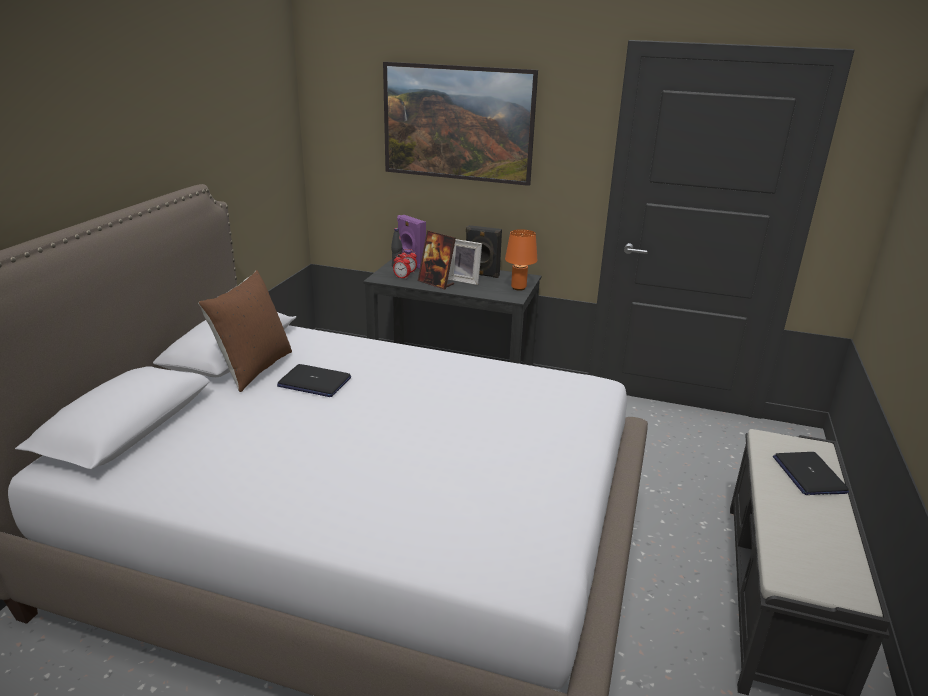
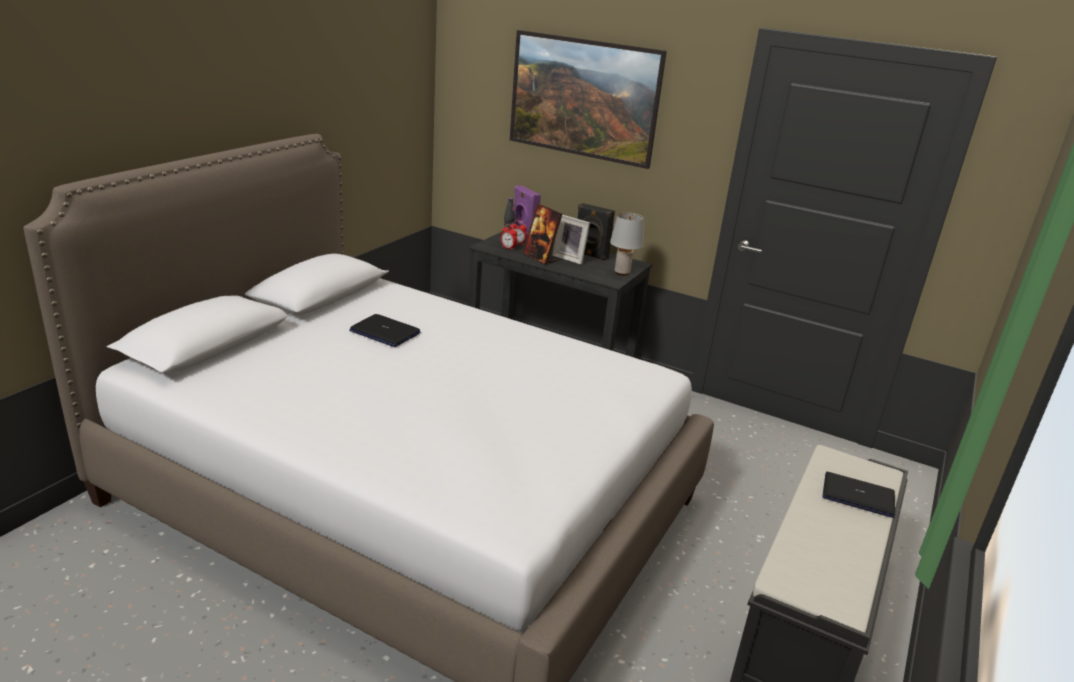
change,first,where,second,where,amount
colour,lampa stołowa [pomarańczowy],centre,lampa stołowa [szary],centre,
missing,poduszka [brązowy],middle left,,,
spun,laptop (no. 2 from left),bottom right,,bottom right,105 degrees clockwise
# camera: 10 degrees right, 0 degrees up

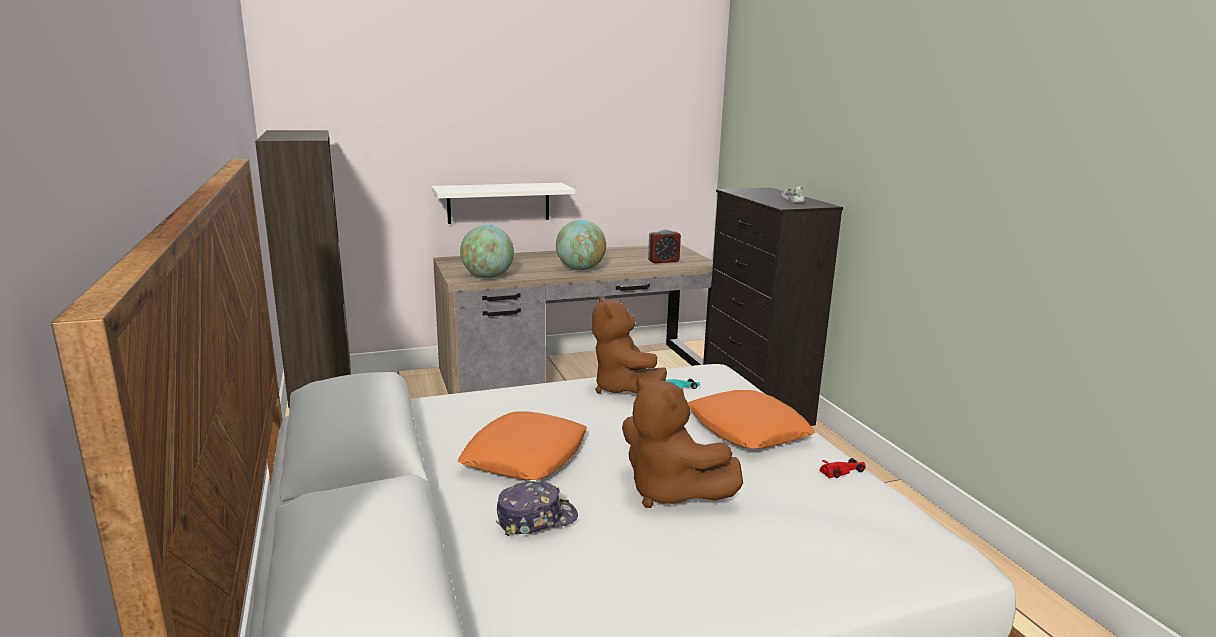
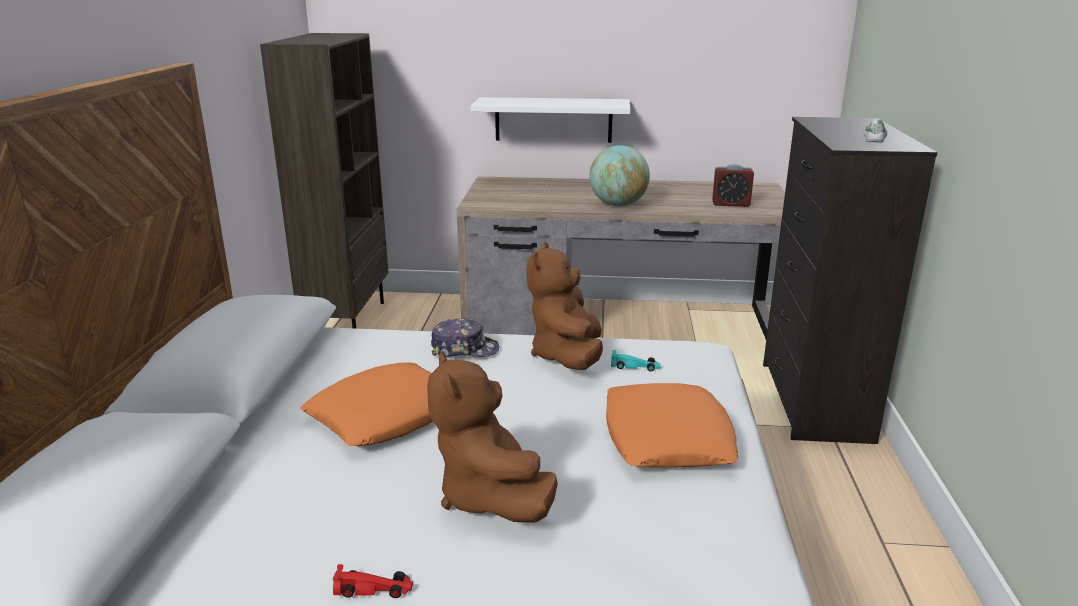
change,first,where,second,where,amount
missing,globus (no. 1 from left),centre,,,
relocated,samochodzik [czerwony],bottom right,,bottom centre,
relocated,czapka z daszkiem,bottom centre,,centre,
# camera: 25 degrees right, 5 degrees up

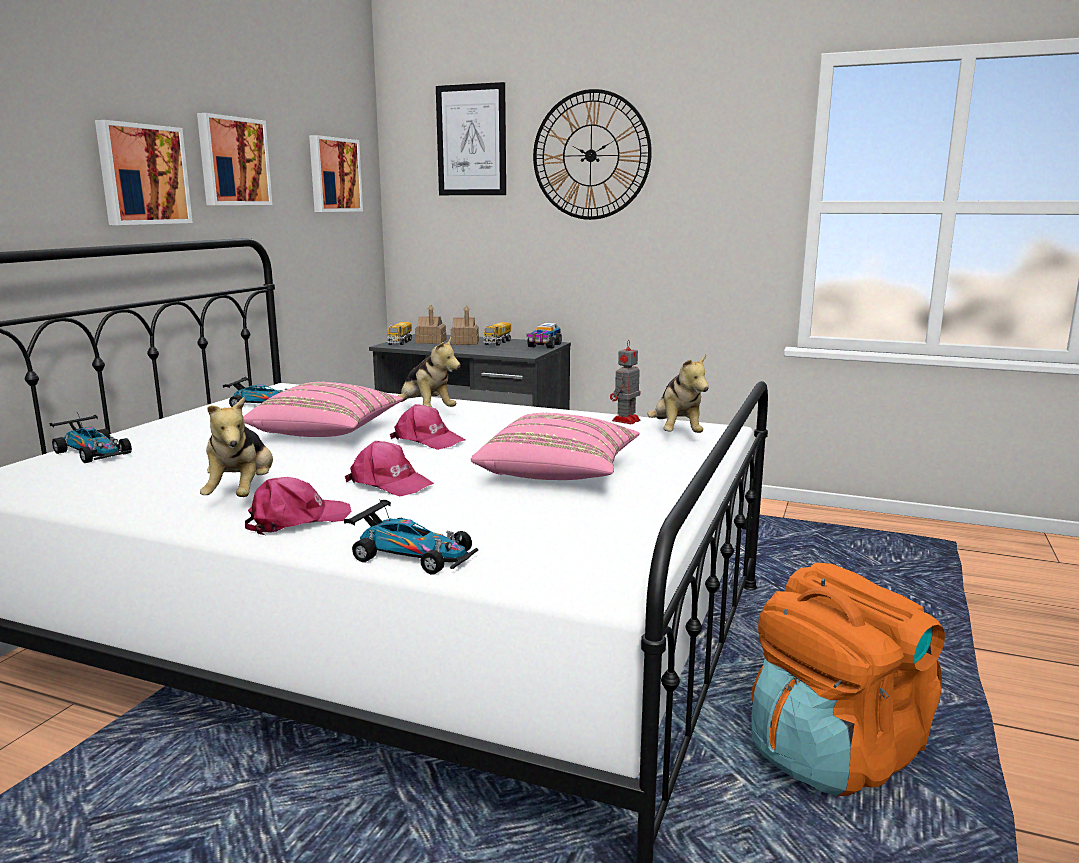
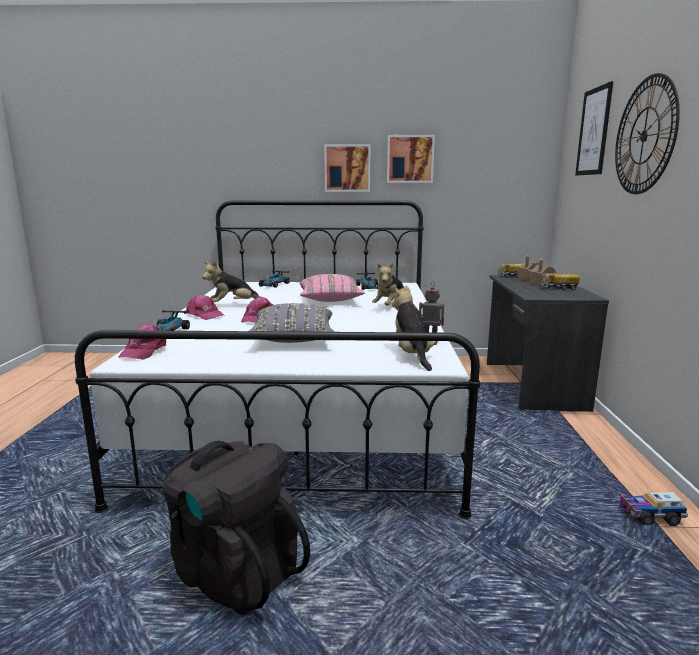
change,first,where,second,where,amount
missing,obraz (no. 3 from left),top left,,,
relocated,ciężarówka zabawkowa (no. 3 from left),centre,,bottom right,
spun,pluszak (no. 3 from left),centre,,centre,105 degrees clockwise
relocated,czapka z daszkiem [różowy] (no. 3 from left in the first image),centre,czapka z daszkiem [różowy] (no. 1 from left),middle left,
colour,poduszka [różowy] (no. 2 from left),centre,poduszka [szary],centre,
colour,plecak [pomarańczowy],bottom right,plecak [czarny],bottom centre,
# camera: 70 degrees right, 0 degrees up

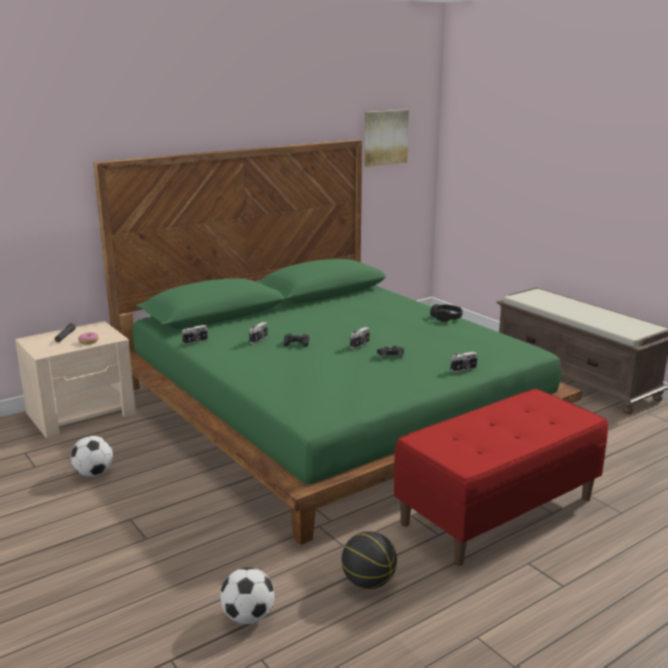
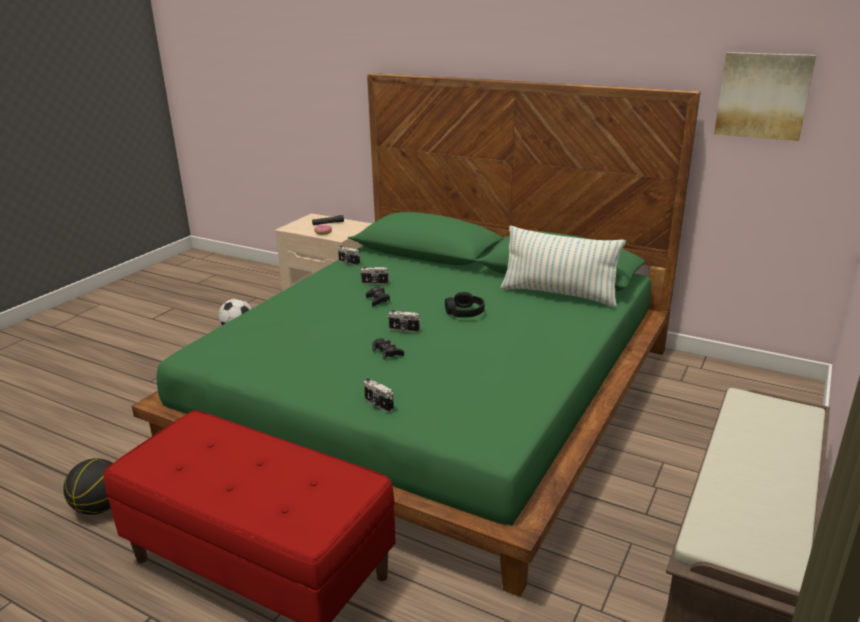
change,first,where,second,where,amount
relocated,słuchawki [czarny],middle right,,centre,
missing,piłka futbolowa (no. 2 from left),bottom centre,,,
appeared,,,poduszka,centre,
# camera: 65 degrees right, 5 degrees up

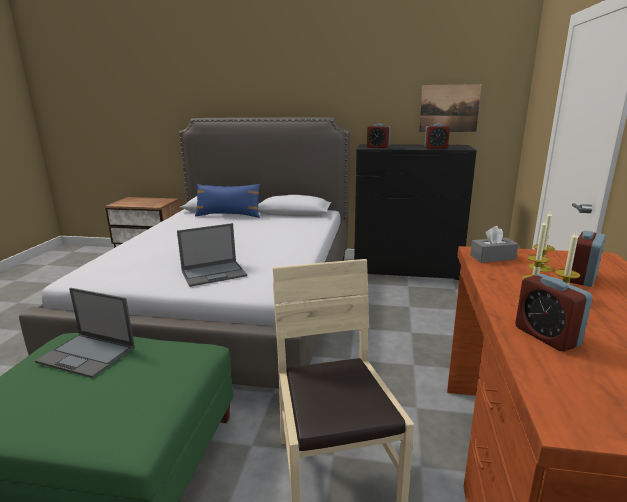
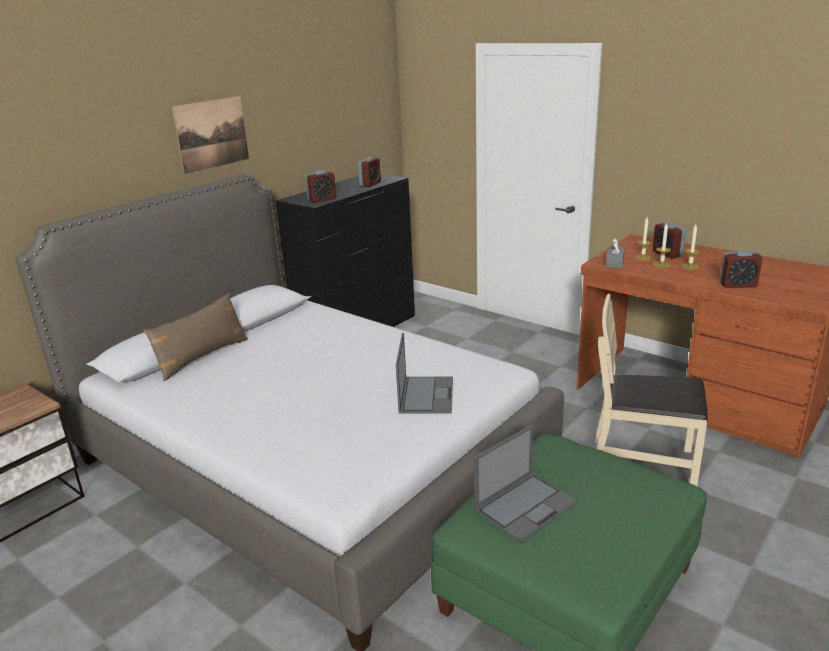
change,first,where,second,where,amount
relocated,obraz,top right,,top left,
colour,poduszka [niebieski],centre,poduszka [brązowy],middle left,
# camera: 60 degrees left, 5 degrees up

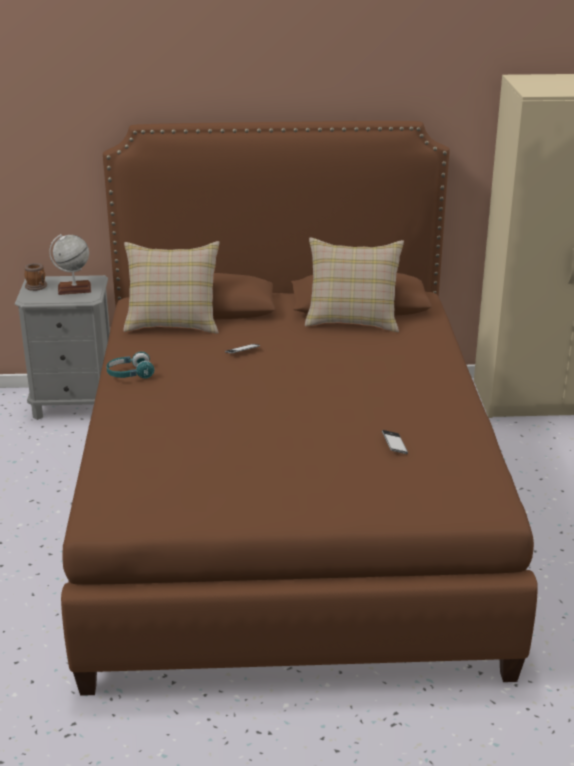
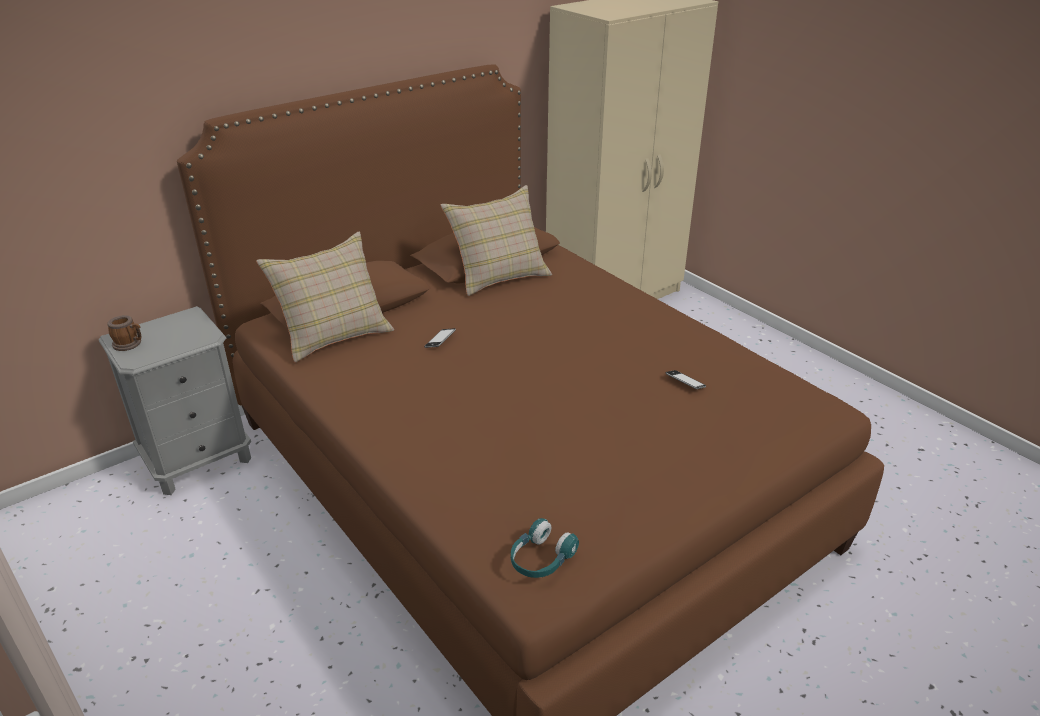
change,first,where,second,where,amount
missing,globus,middle left,,,
relocated,słuchawki [turkusowy],middle left,,bottom centre,
# camera: 35 degrees left, 5 degrees up

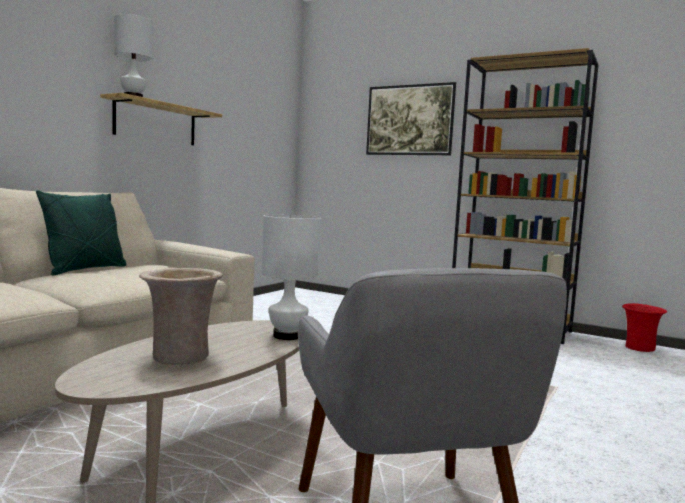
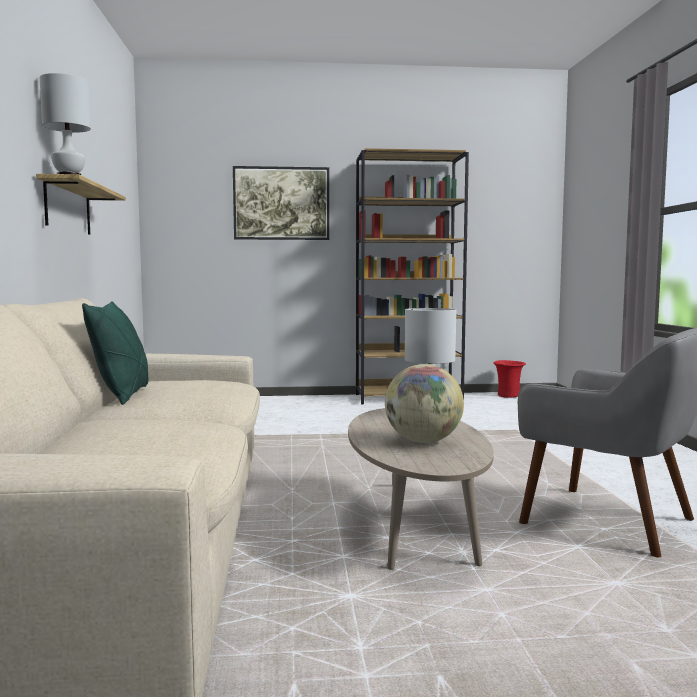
change,first,where,second,where,amount
exchanged,wazon [beżowy],middle left,globus,centre,
# camera: 35 degrees left, 0 degrees up

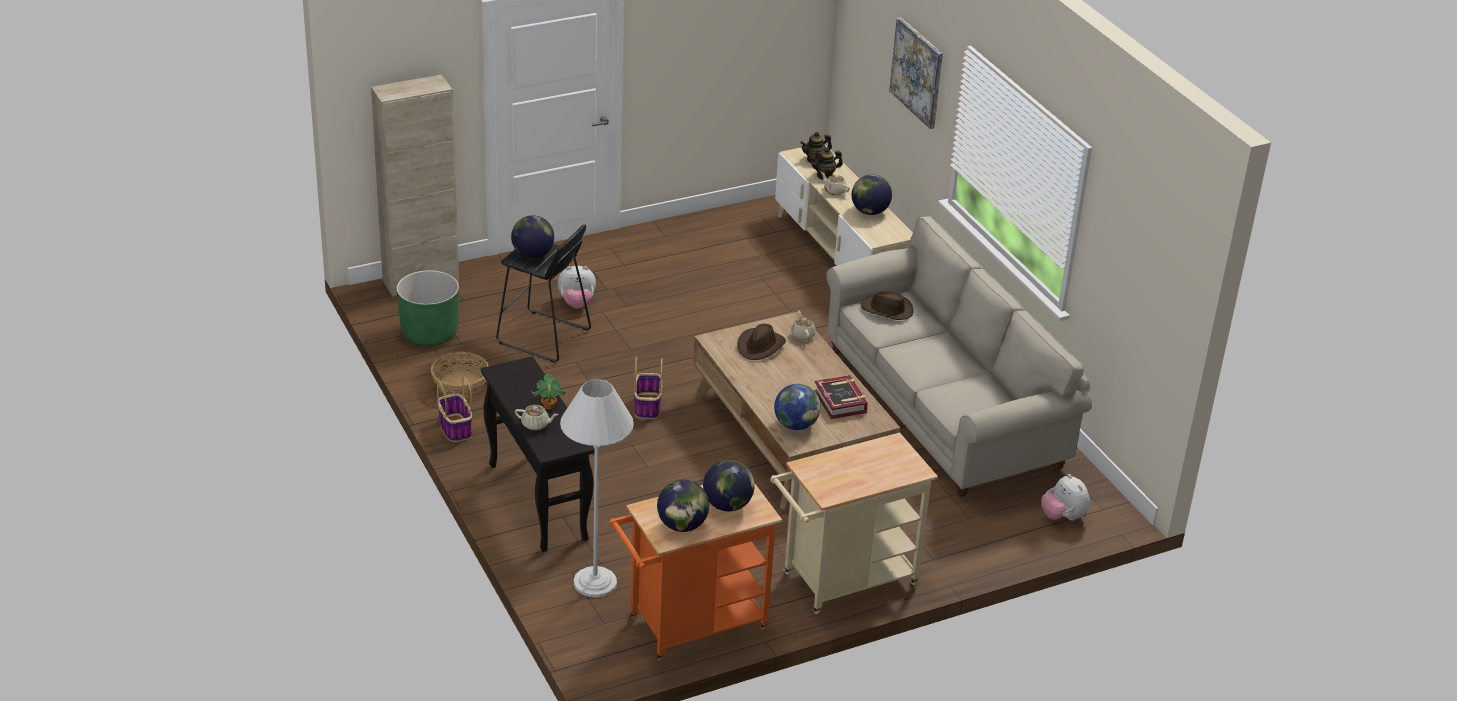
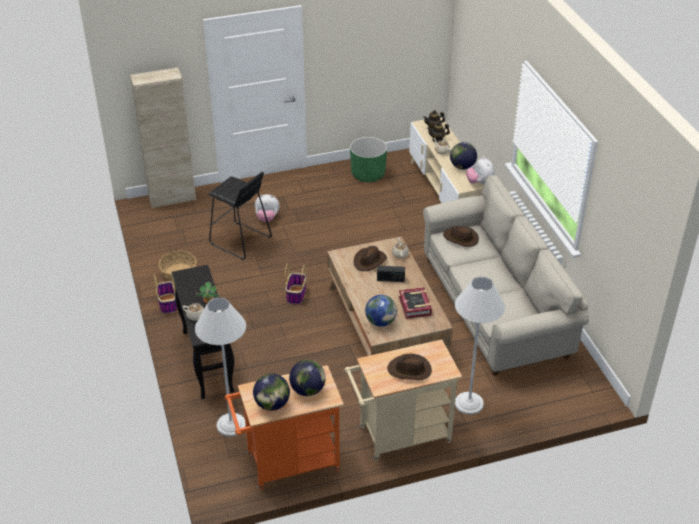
change,first,where,second,where,amount
missing,obraz,top centre,,,
missing,globus (no. 1 from left),centre,,,
relocated,donica [zielony],middle left,,top centre,
relocated,pluszak (no. 2 from left),bottom right,,top right,
appeared,,,radio,centre,
appeared,,,lampa stojąca [biały] (no. 2 from left),middle right,
appeared,,,kapelusz [brązowy] (no. 2 from left),bottom centre,
# camera: 10 degrees right, 5 degrees up

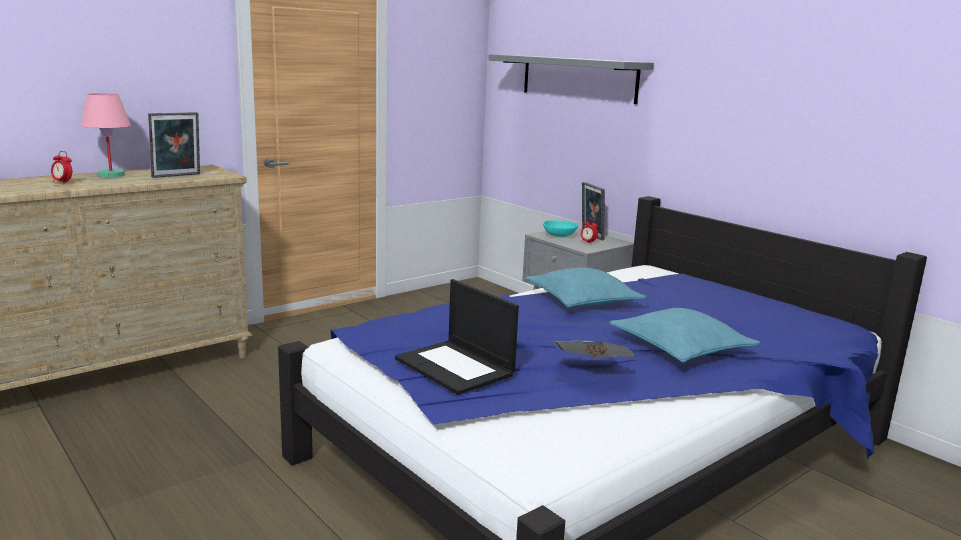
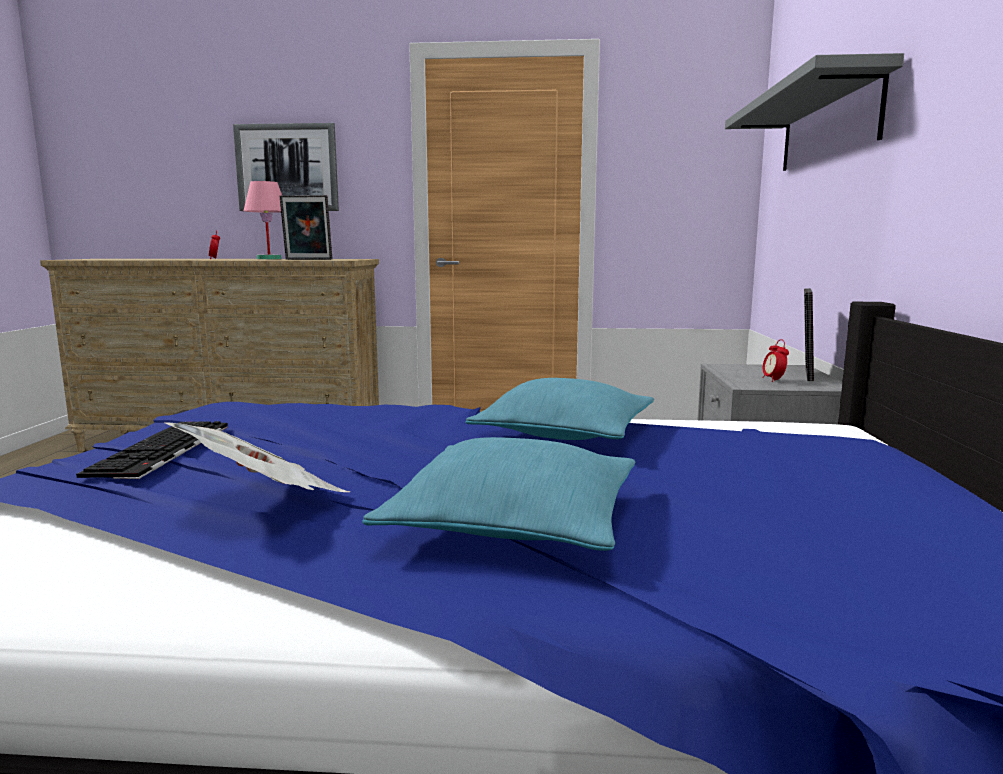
change,first,where,second,where,amount
missing,miska [turkusowy],centre,,,
exchanged,laptop,centre,klawiatura,middle left,
appeared,,,obraz,top left,
# camera: 45 degrees right, 5 degrees down

